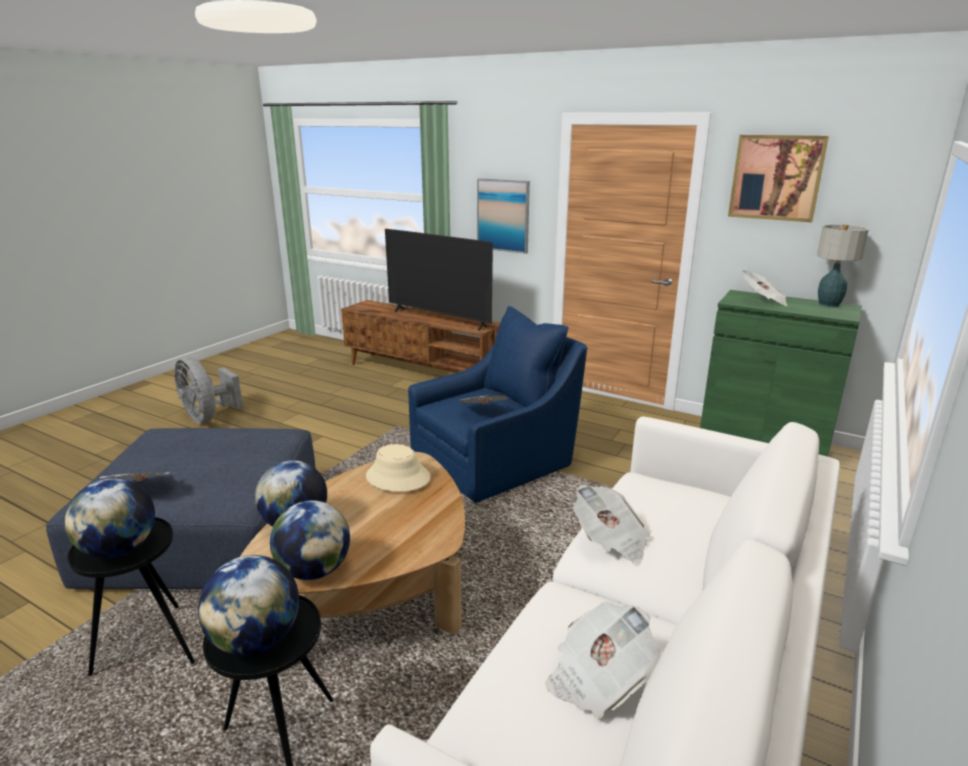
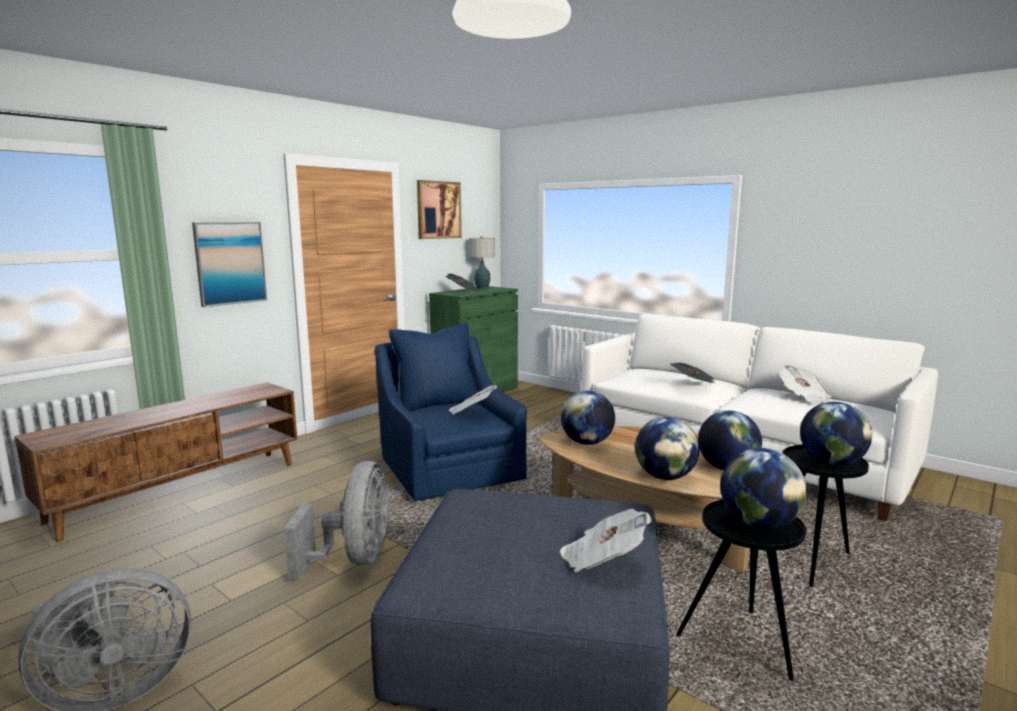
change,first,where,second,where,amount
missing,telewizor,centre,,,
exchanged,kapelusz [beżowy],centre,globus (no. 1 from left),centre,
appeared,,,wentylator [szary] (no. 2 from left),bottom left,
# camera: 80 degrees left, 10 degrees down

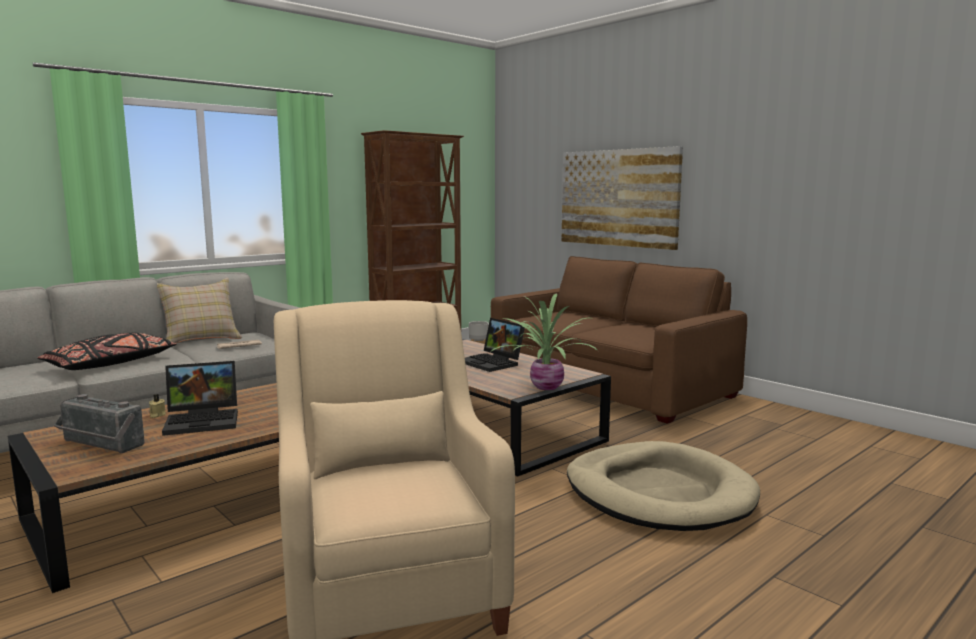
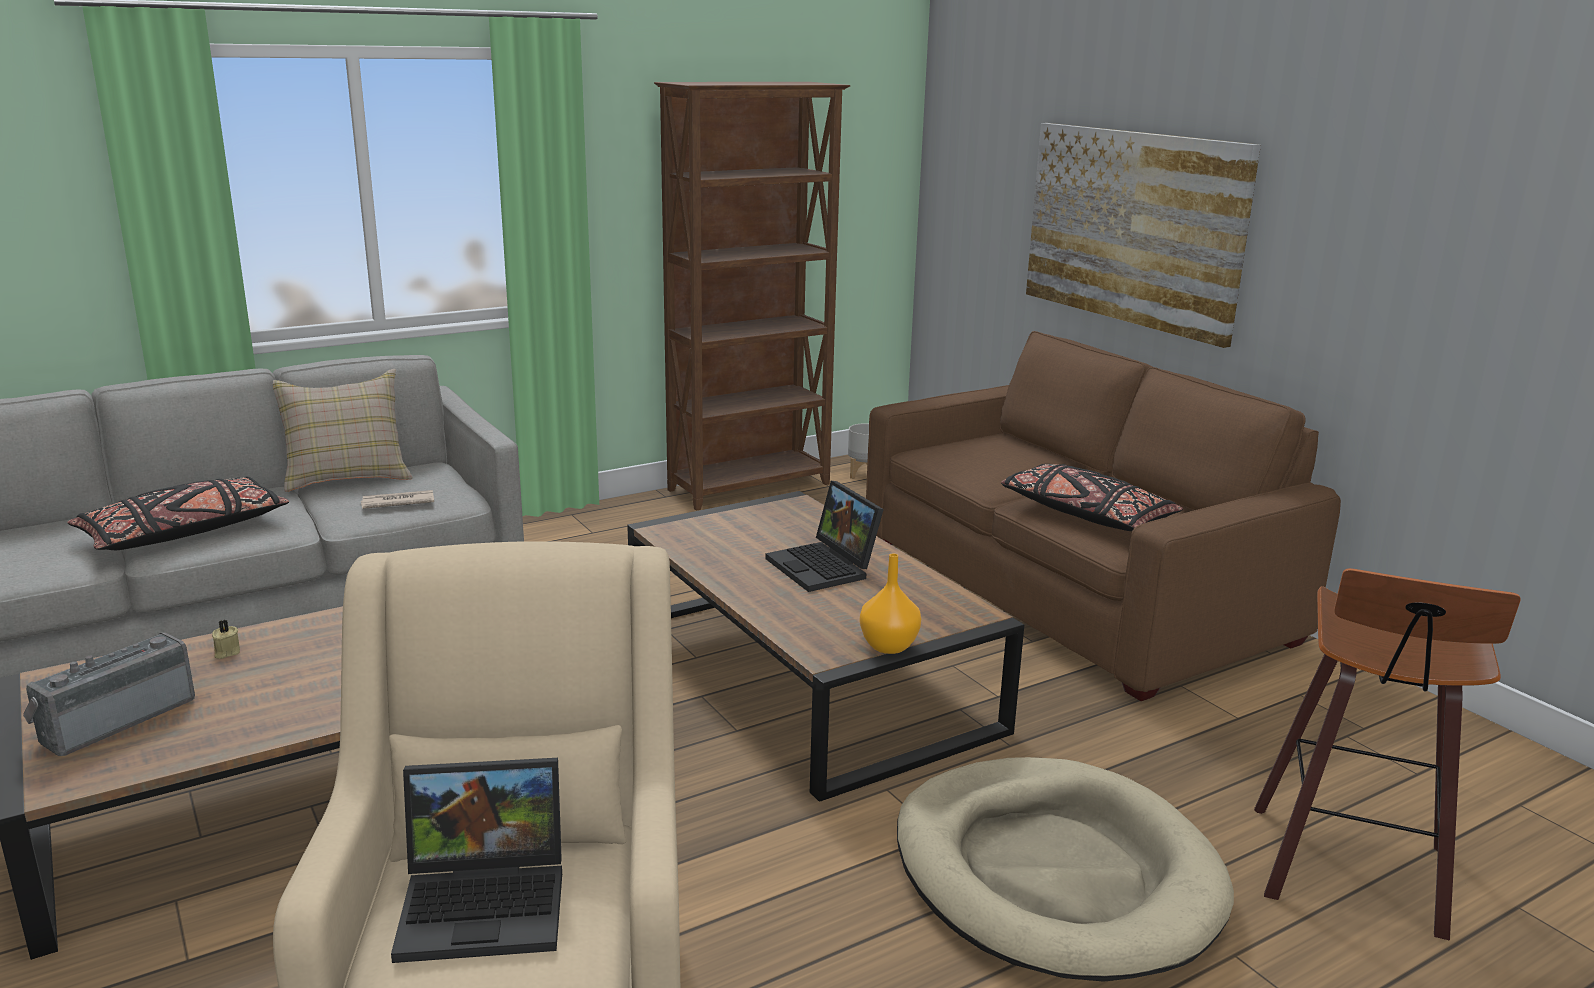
change,first,where,second,where,amount
exchanged,roślina doniczkowa,centre,wazon [pomarańczowy],centre,
relocated,laptop (no. 1 from left),middle left,,bottom left,
spun,radio,middle left,,bottom left,90 degrees clockwise
appeared,,,poduszka [czarny] (no. 2 from left),middle right,
appeared,,,stołek,bottom right,
# camera: 10 degrees right, 10 degrees up

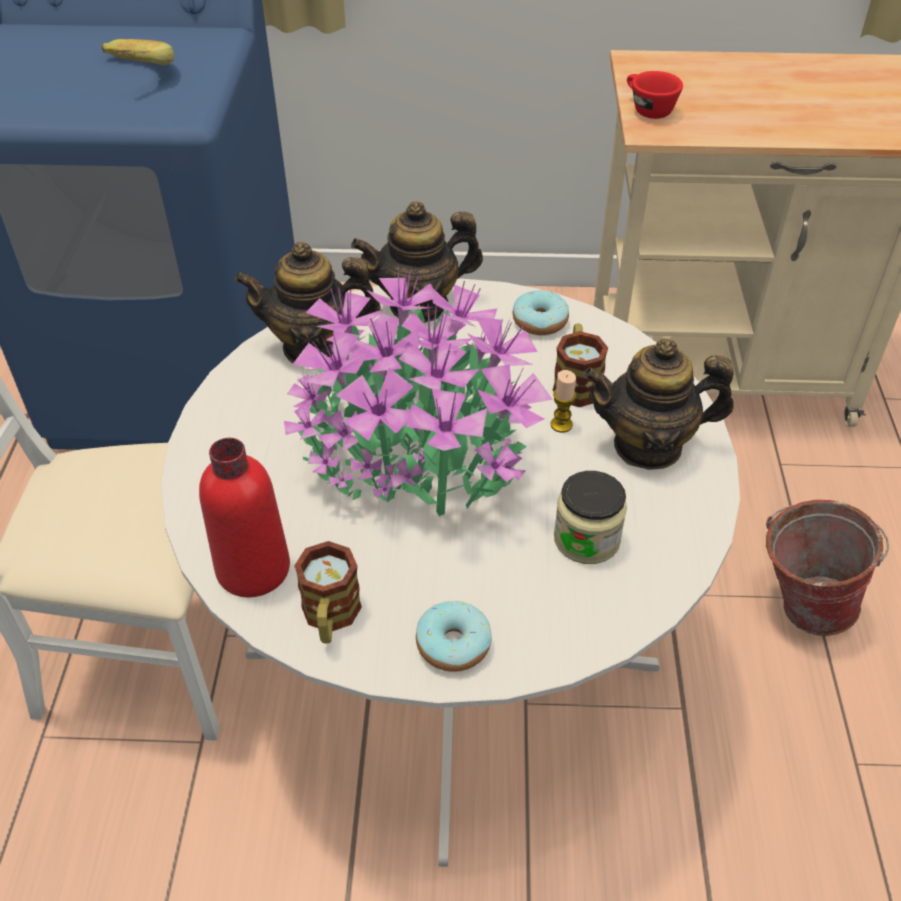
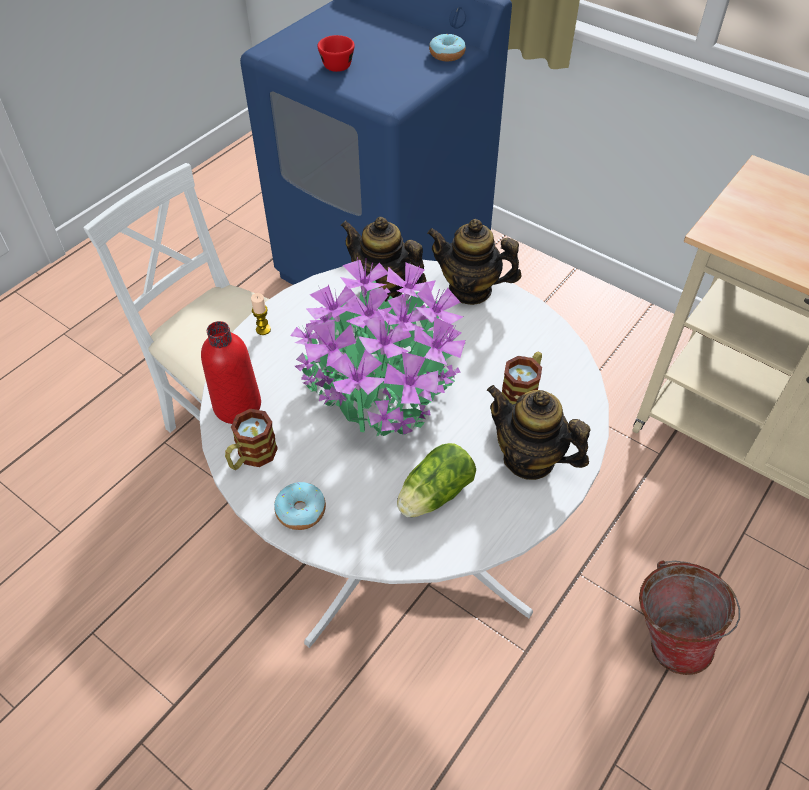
change,first,where,second,where,amount
missing,banan,top left,,,
relocated,filiżanka [czerwony],top right,,top centre,
relocated,donut (no. 2 from left),centre,,top centre,
relocated,świeca,centre,,middle left,
exchanged,słoik,centre,sałata,centre,
# camera: 35 degrees right, 5 degrees up

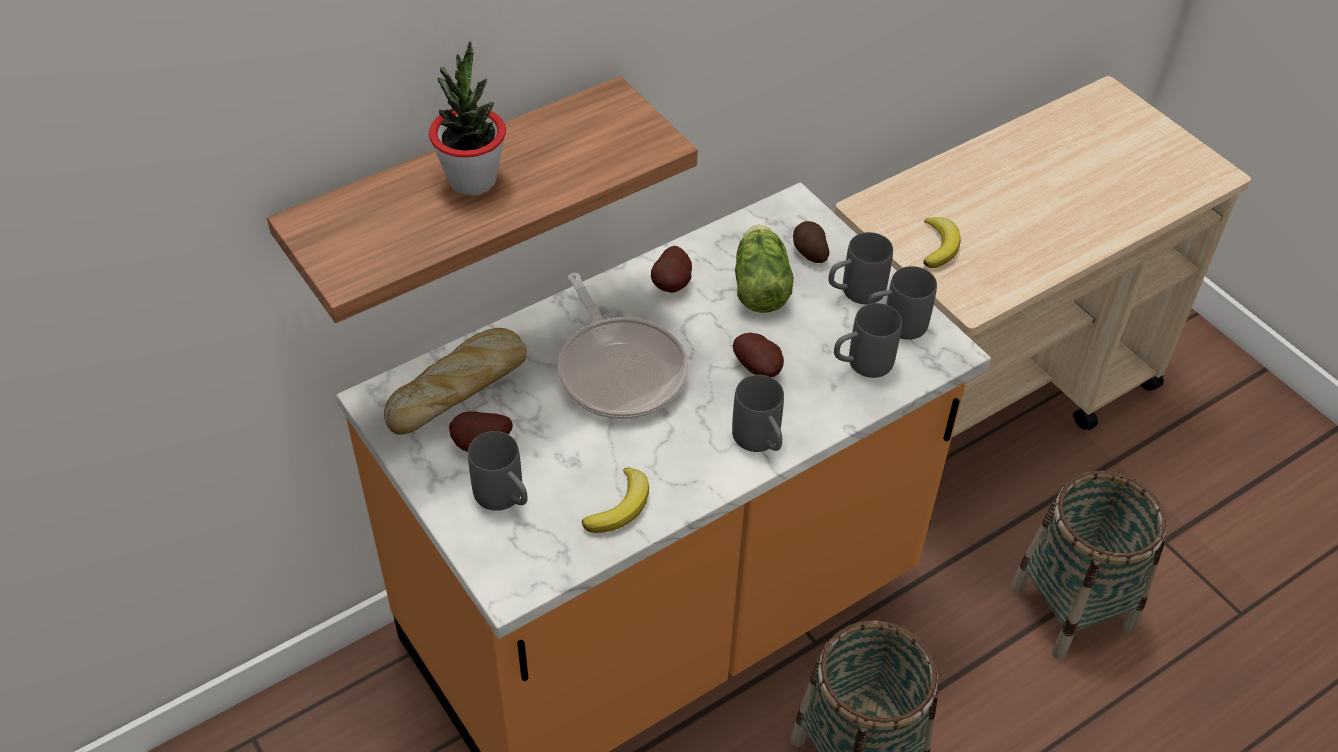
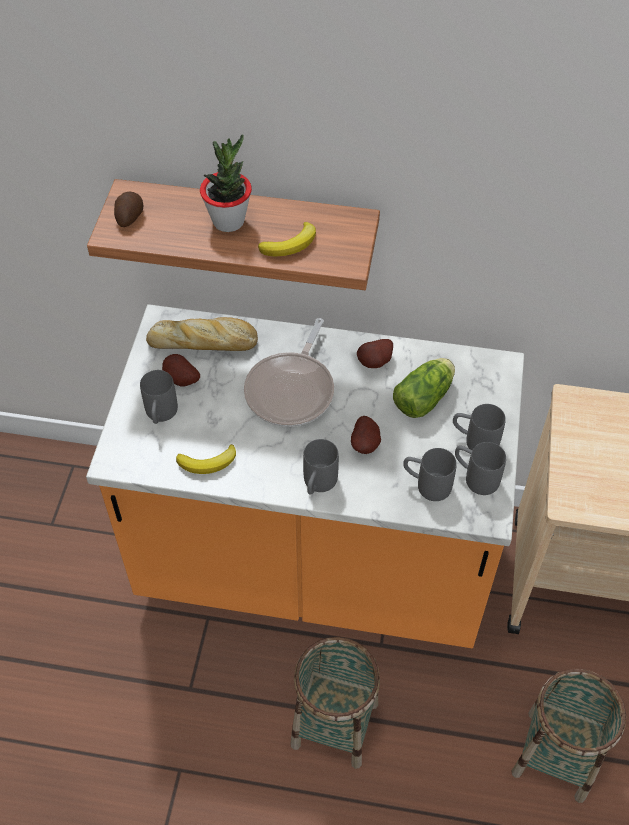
change,first,where,second,where,amount
relocated,banan (no. 2 from left),top right,,top centre,
relocated,ziemniak (no. 4 from left in the first image),top centre,ziemniak (no. 1 from left),top left,
# camera: 45 degrees right, 5 degrees up

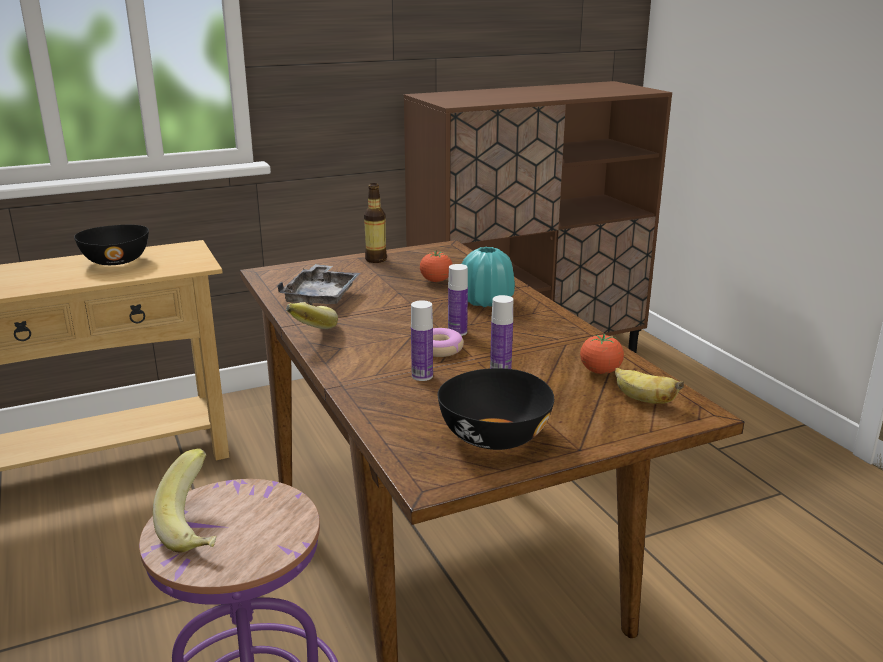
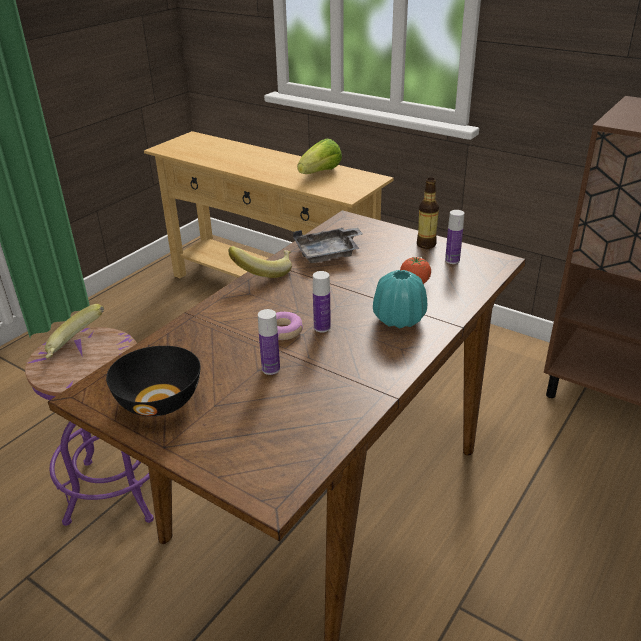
change,first,where,second,where,amount
exchanged,miska [czarny] (no. 1 from left),middle left,sałata,top centre,
relocated,butelka (no. 2 from left in the first image),centre,butelka (no. 4 from left),middle right,
missing,pomidor (no. 2 from left),middle right,,,
missing,banan (no. 3 from left),middle right,,,
# camera: 60 degrees right, 10 degrees up

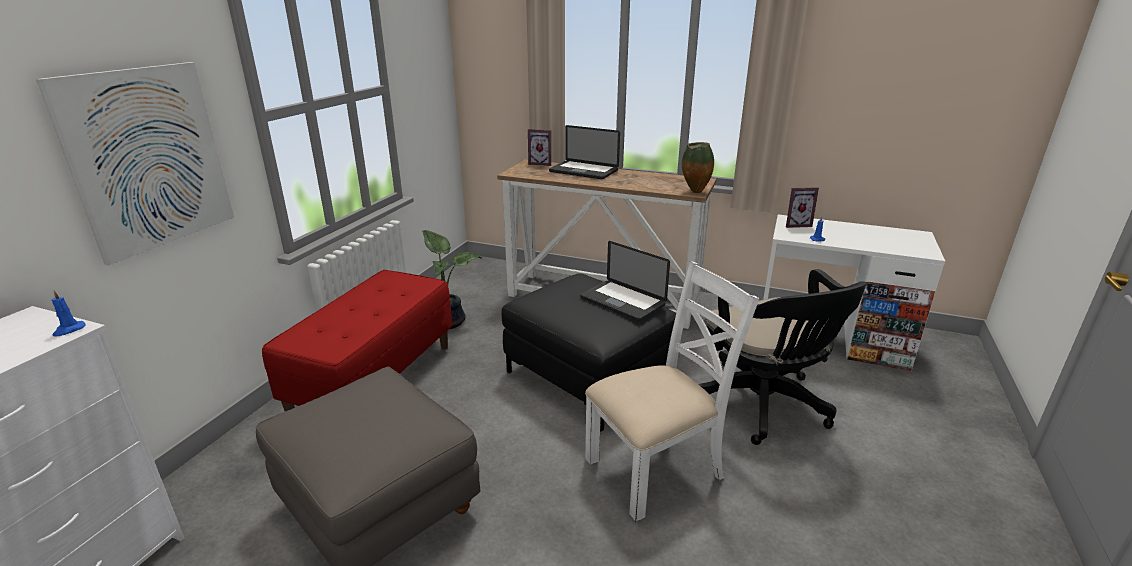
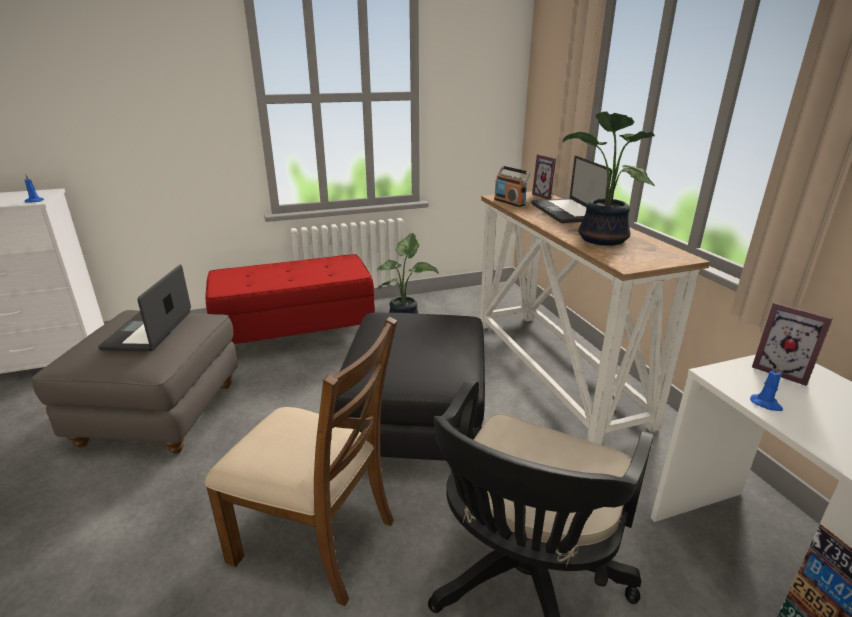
change,first,where,second,where,amount
missing,obraz,top left,,,
missing,wazon,top centre,,,
relocated,laptop (no. 2 from left in the first image),centre,laptop (no. 1 from left),middle left,
colour,krzesło [biały],bottom centre,krzesło [brązowy],bottom centre,
appeared,,,roślina doniczkowa (no. 2 from left),top right,
appeared,,,radio,top centre,
# camera: 50 degrees right, 0 degrees up

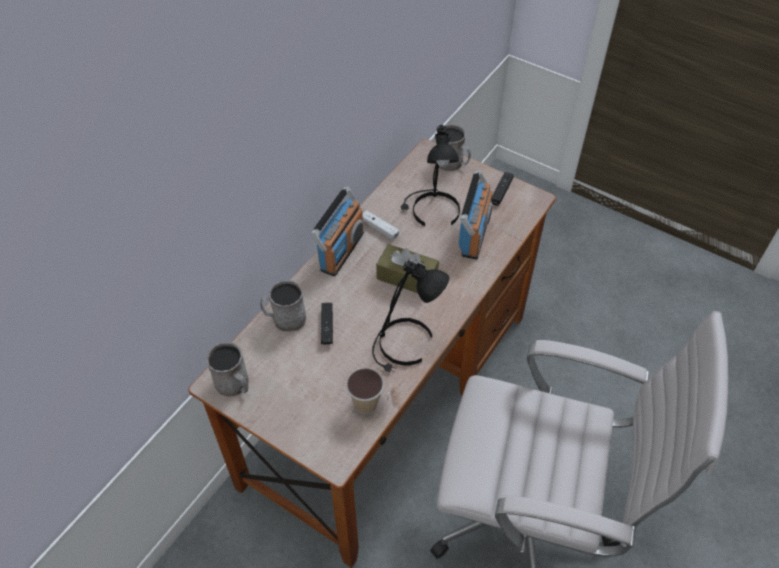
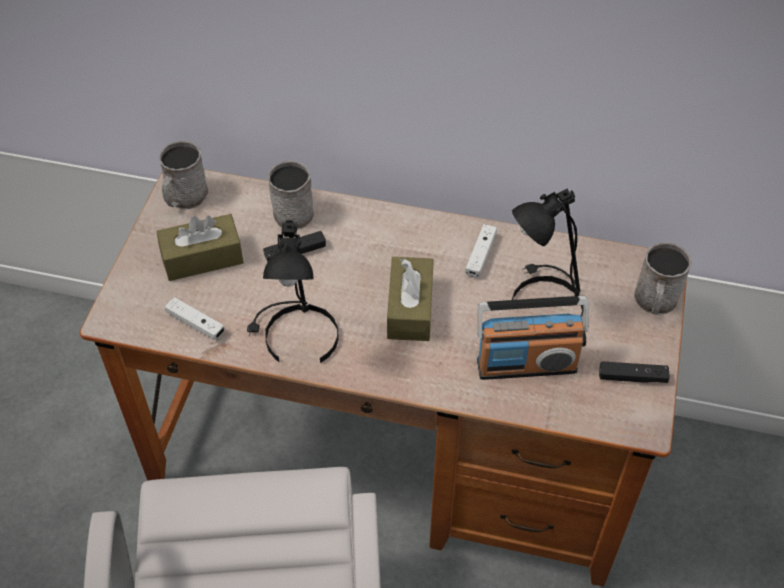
change,first,where,second,where,amount
missing,radio (no. 1 from left),centre,,,
exchanged,filiżanka,bottom centre,pad do gier [biały] (no. 1 from left),middle left,
appeared,,,pudełko chusteczek [brązowy] (no. 1 from left),middle left,
# camera: 70 degrees right, 0 degrees up

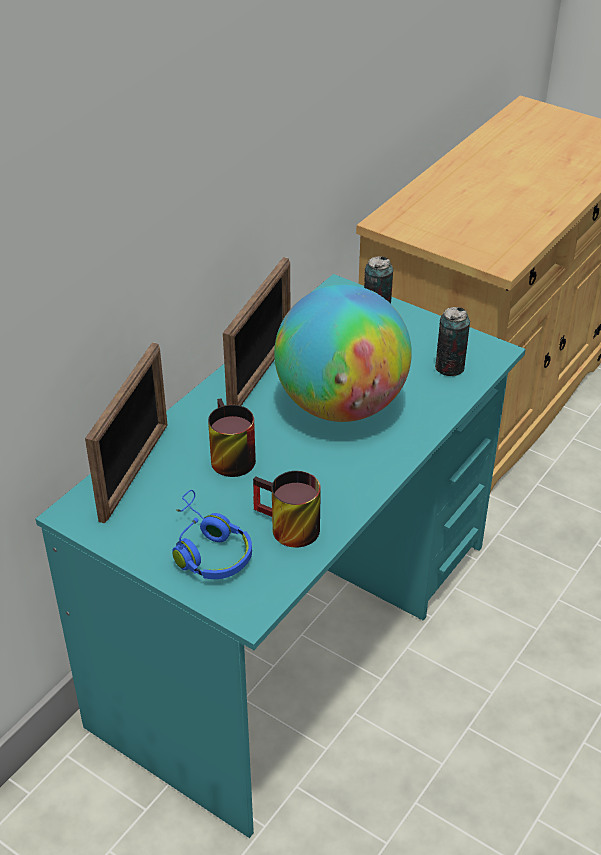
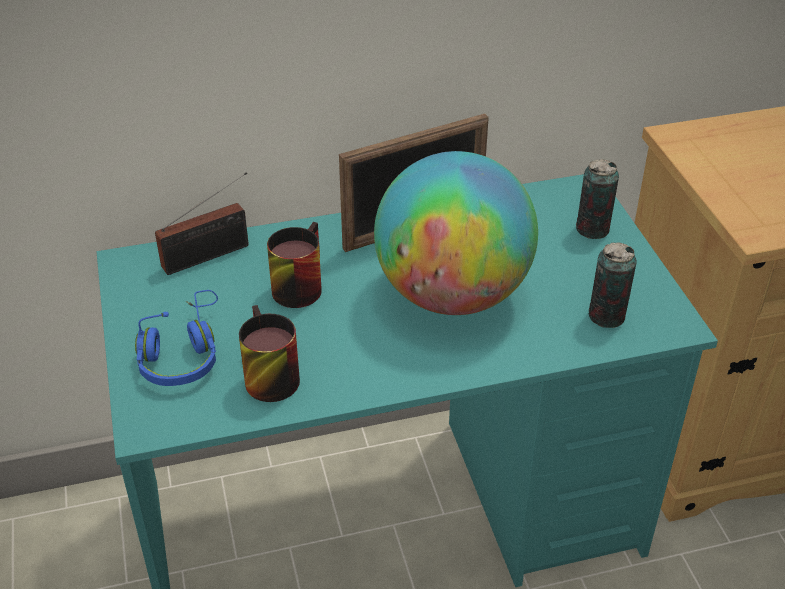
change,first,where,second,where,amount
exchanged,ramka na zdjęcie (no. 1 from left),middle left,radio,middle left,
# camera: 40 degrees right, 0 degrees up

